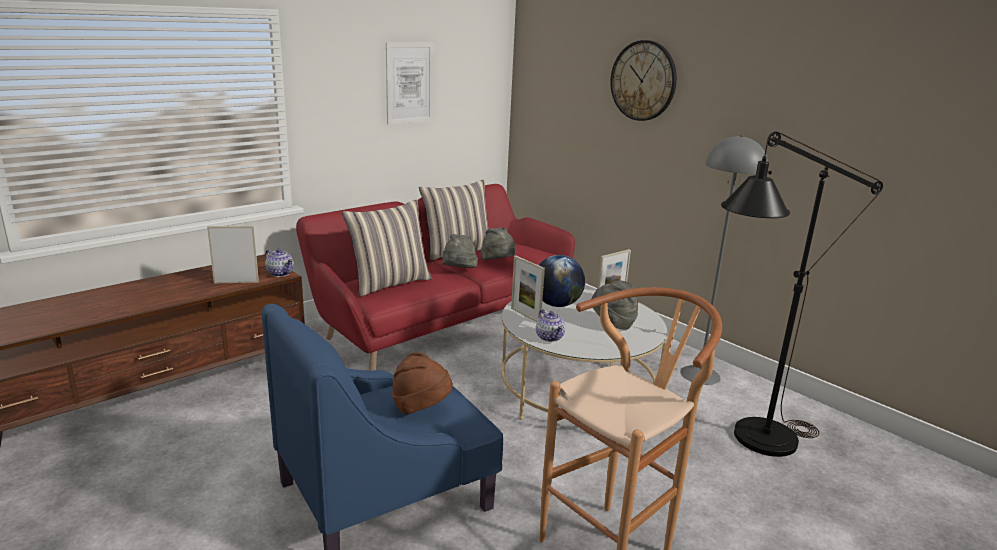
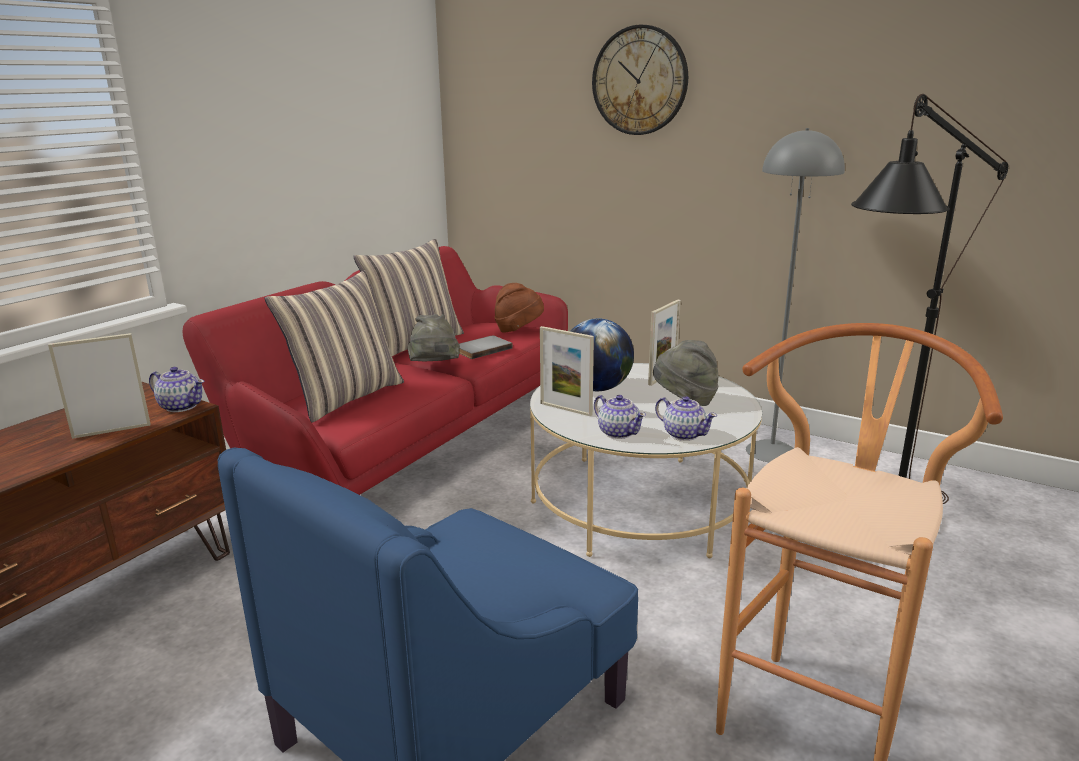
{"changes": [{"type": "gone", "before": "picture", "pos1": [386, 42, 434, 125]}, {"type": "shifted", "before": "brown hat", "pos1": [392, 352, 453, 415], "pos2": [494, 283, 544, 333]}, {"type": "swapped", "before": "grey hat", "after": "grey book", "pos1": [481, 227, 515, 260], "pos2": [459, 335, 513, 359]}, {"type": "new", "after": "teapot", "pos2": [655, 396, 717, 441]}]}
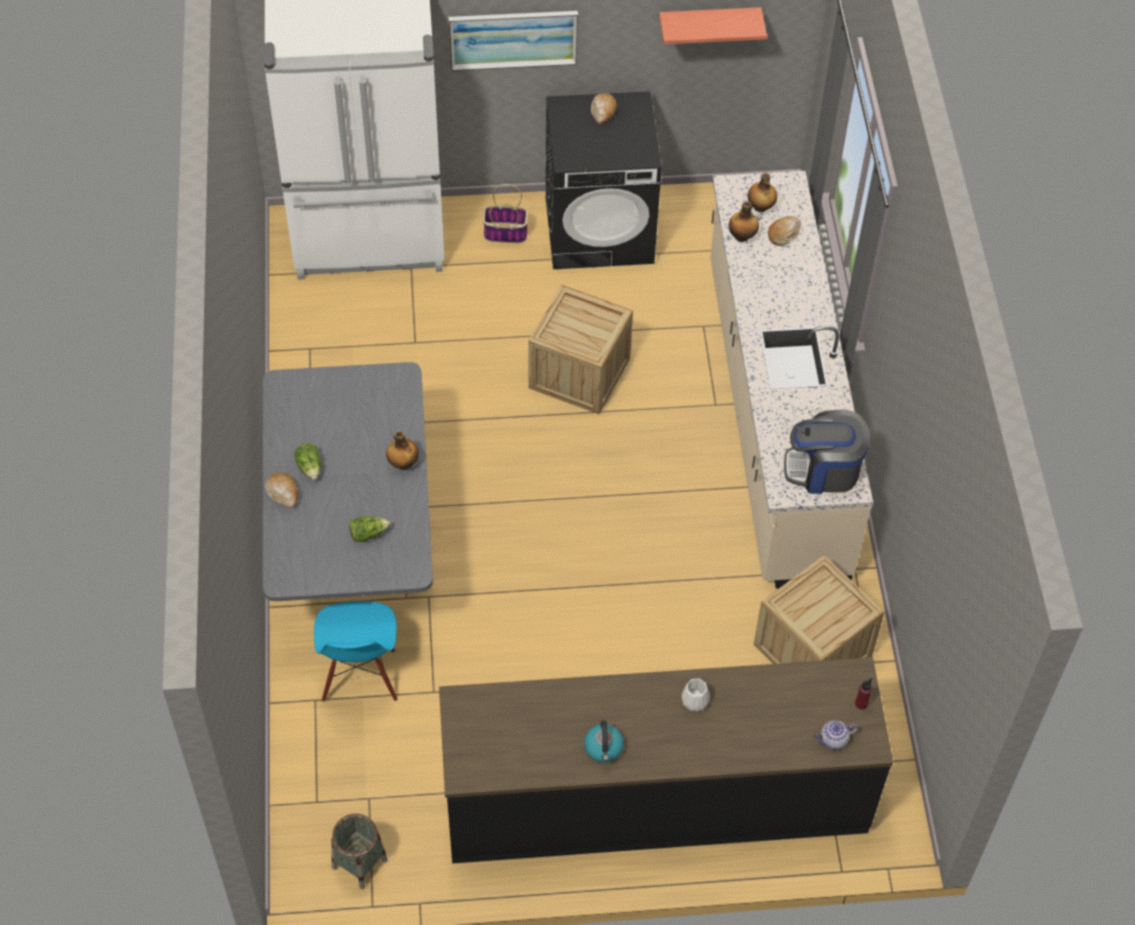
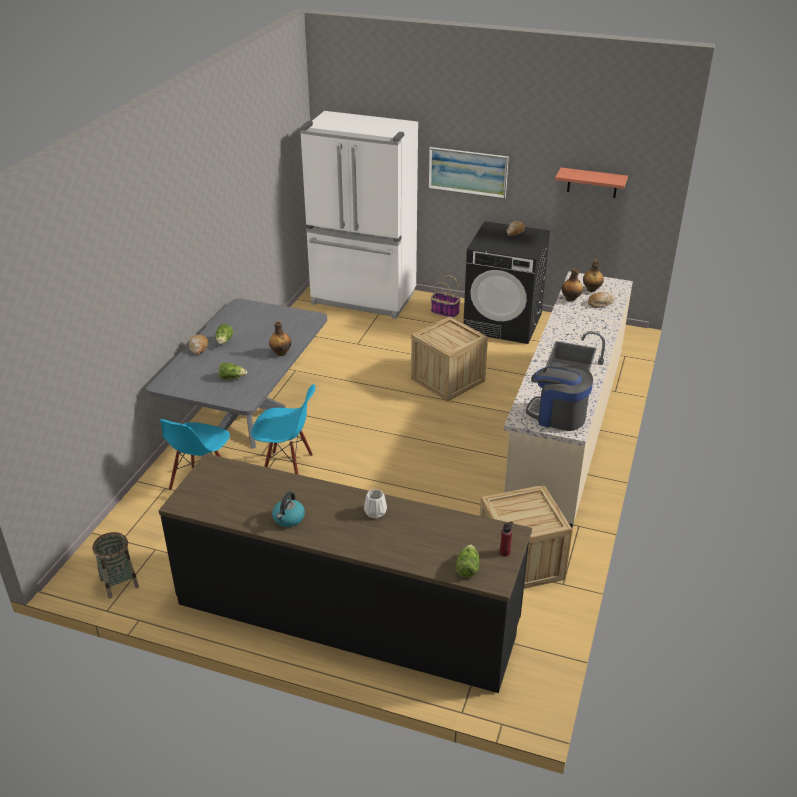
{"changes": [{"type": "swapped", "before": "teapot", "after": "lettuce", "pos1": [814, 720, 858, 750], "pos2": [456, 545, 480, 578]}, {"type": "new", "after": "blue chair", "pos2": [251, 384, 315, 475]}]}
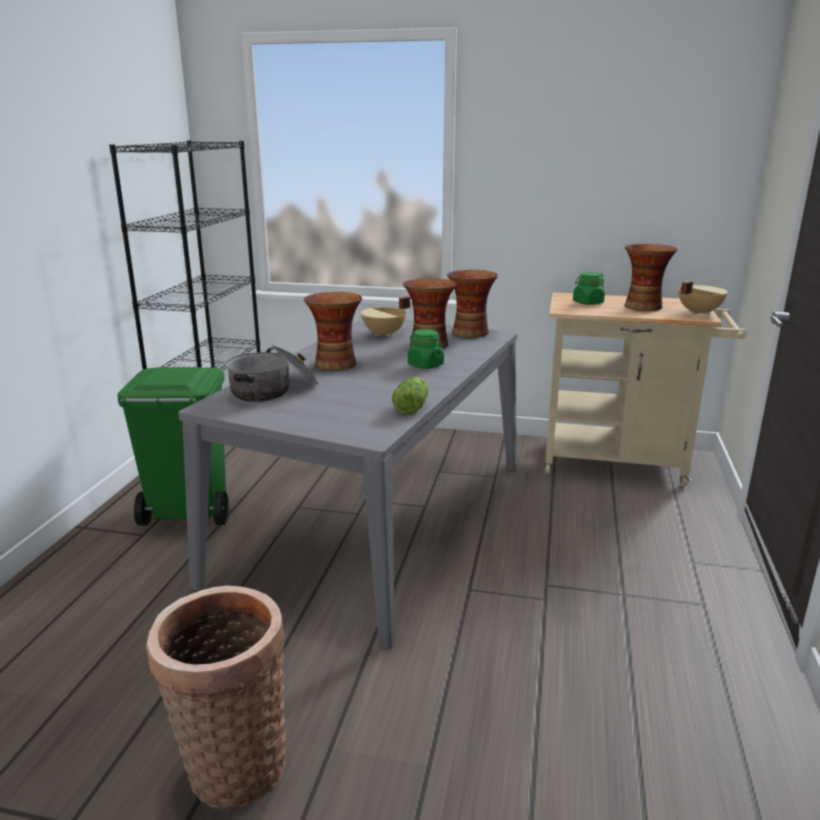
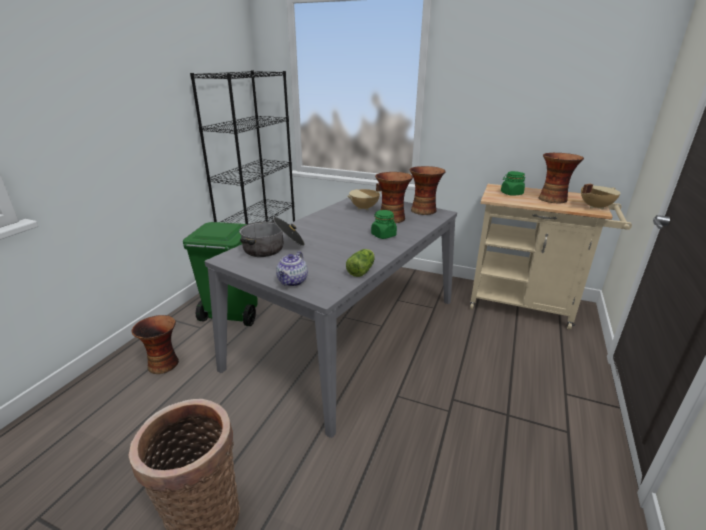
{"changes": [{"type": "shifted", "before": "vase", "pos1": [304, 292, 362, 371], "pos2": [132, 315, 179, 374]}, {"type": "new", "after": "teapot", "pos2": [276, 251, 308, 286]}]}
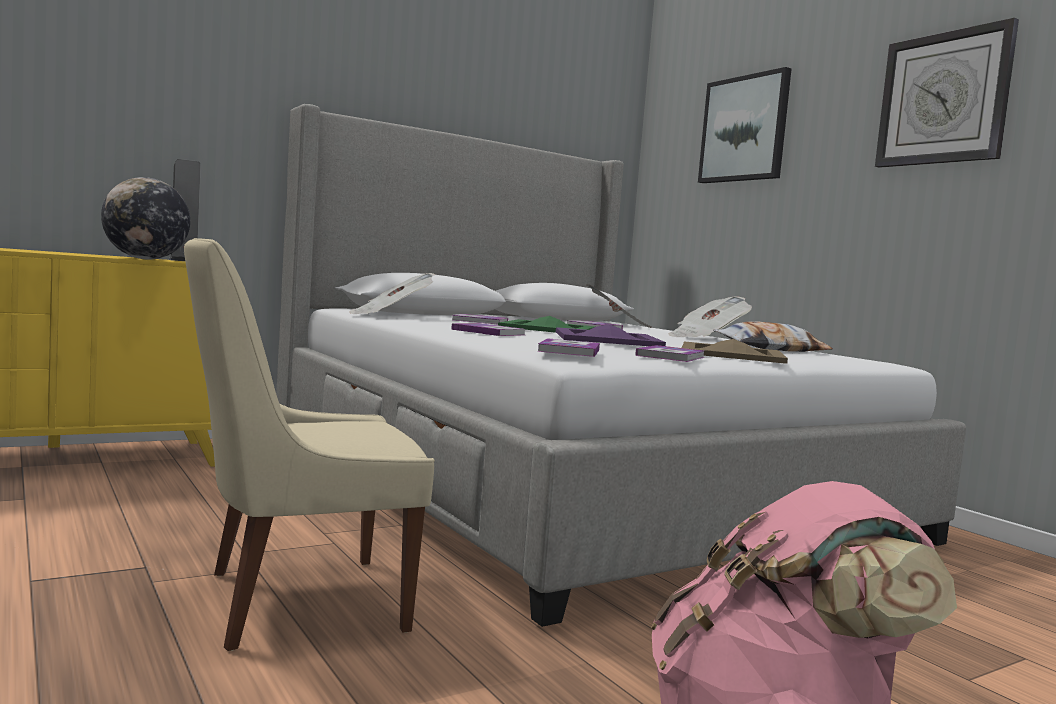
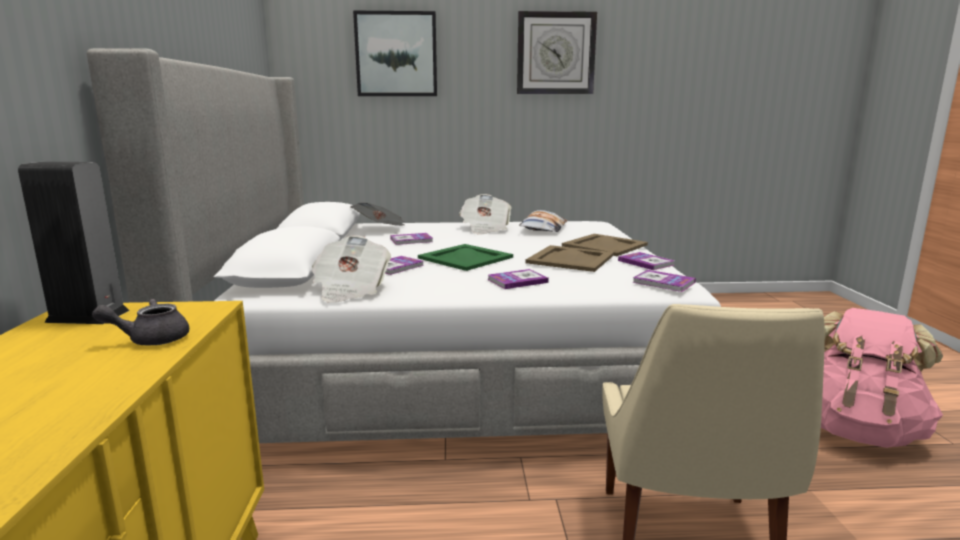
{"changes": [{"type": "swapped", "before": "globe", "after": "grey teapot", "pos1": [101, 177, 190, 259], "pos2": [92, 299, 189, 345]}, {"type": "repainted", "before": "purple tray", "after": "beige tray", "pos1": [556, 324, 666, 346], "pos2": [525, 245, 614, 272]}]}
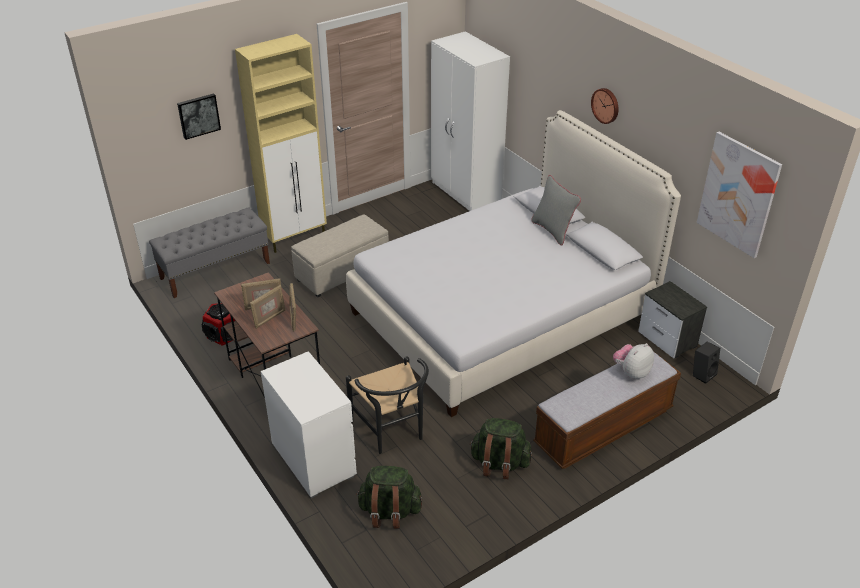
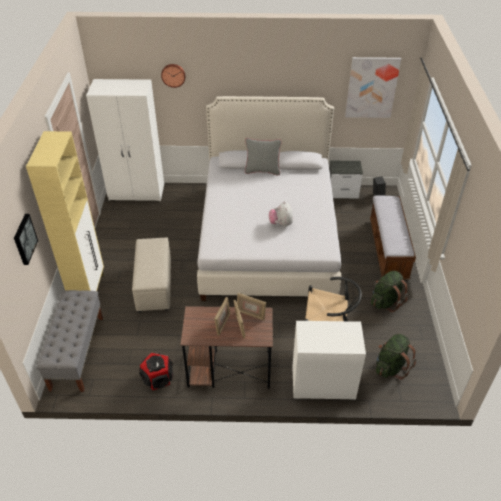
{"changes": [{"type": "shifted", "before": "wall clock", "pos1": [591, 88, 619, 124], "pos2": [161, 64, 186, 88]}, {"type": "shifted", "before": "plush toy", "pos1": [613, 343, 654, 379], "pos2": [269, 201, 293, 227]}]}
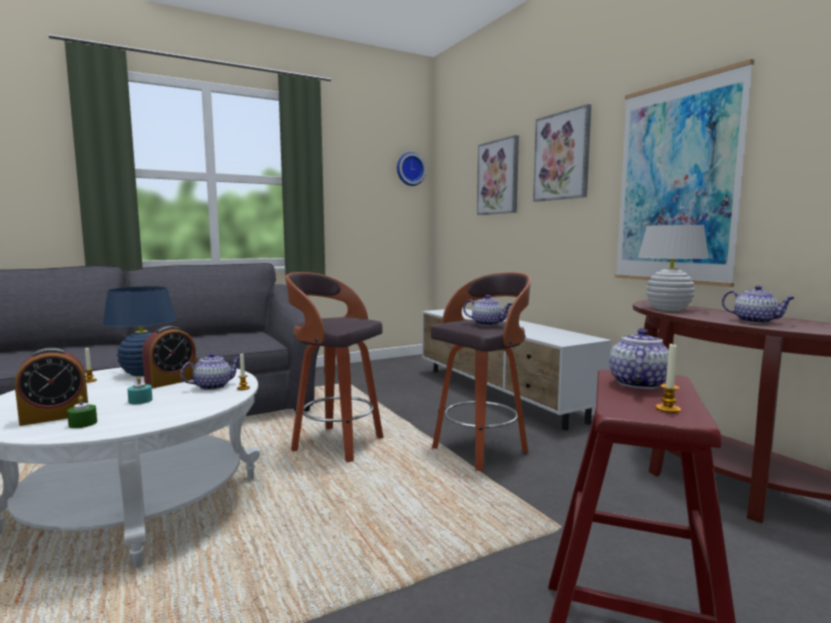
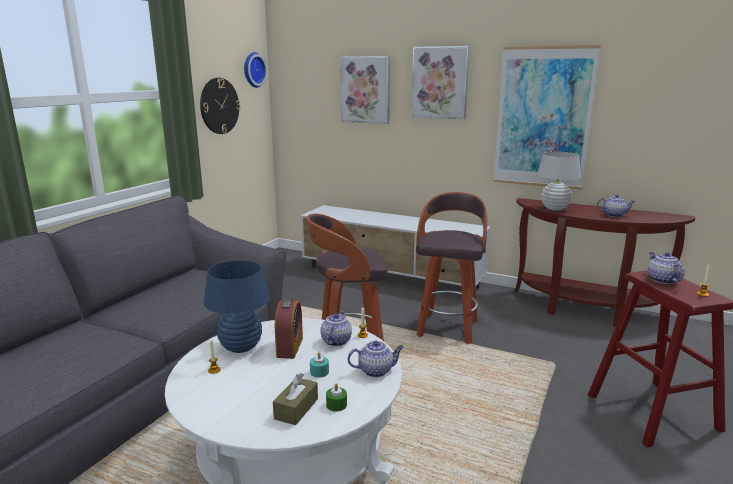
{"changes": [{"type": "swapped", "before": "alarm clock", "after": "brown tissue box", "pos1": [15, 347, 88, 426], "pos2": [273, 373, 318, 425]}, {"type": "shifted", "before": "teapot", "pos1": [463, 295, 512, 326], "pos2": [348, 341, 404, 377]}, {"type": "new", "after": "wall clock", "pos2": [200, 78, 240, 134]}]}
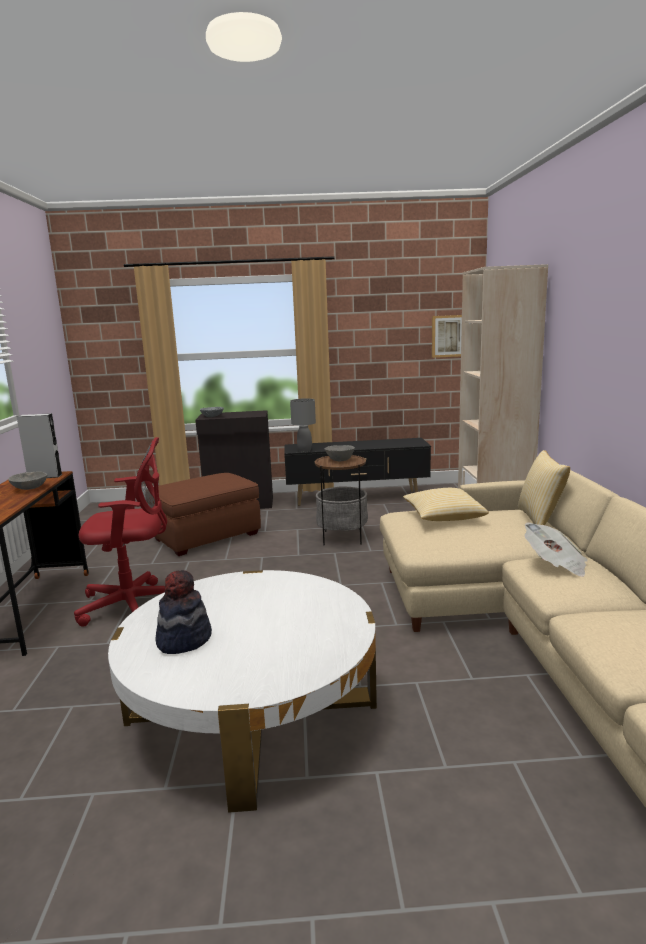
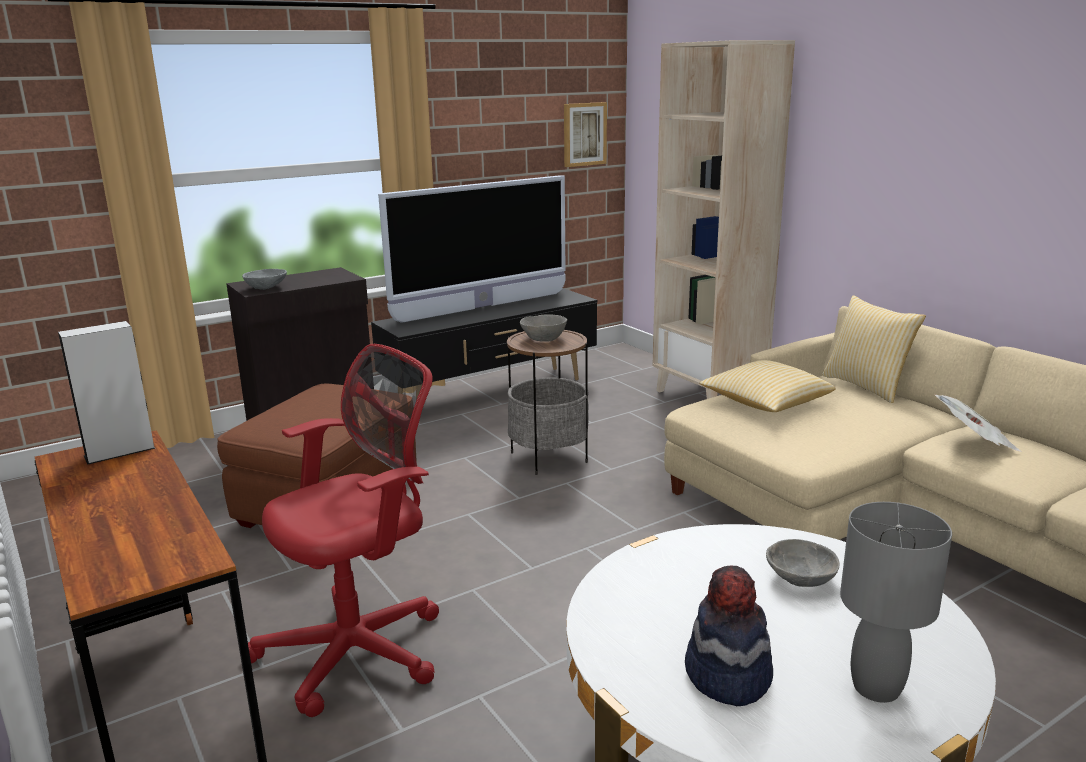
{"changes": [{"type": "shifted", "before": "grey bowl", "pos1": [8, 471, 47, 490], "pos2": [766, 539, 839, 587]}, {"type": "shifted", "before": "grey table lamp", "pos1": [290, 398, 316, 452], "pos2": [840, 502, 952, 703]}, {"type": "new", "after": "television", "pos2": [378, 175, 566, 323]}]}
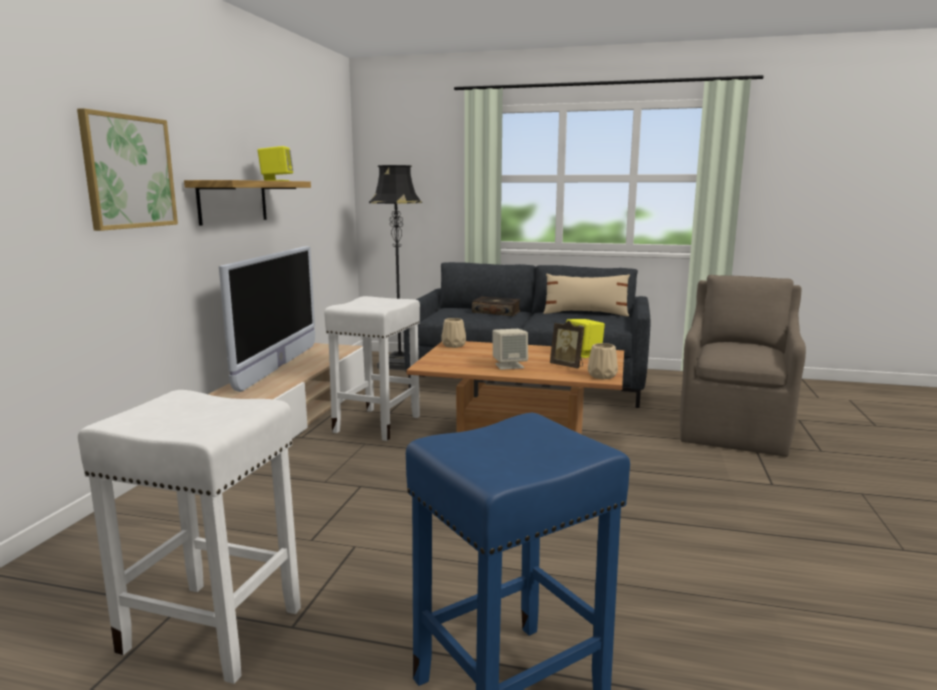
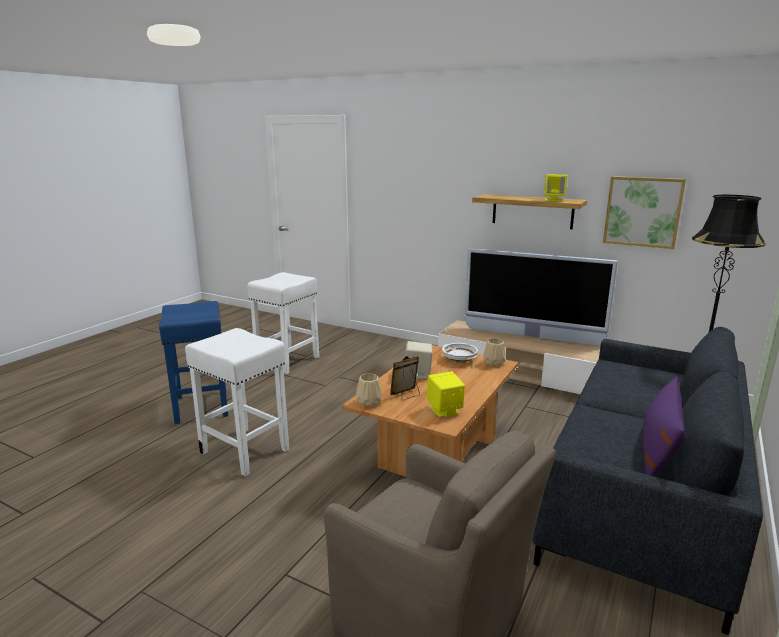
{"changes": [{"type": "shifted", "before": "picture", "pos1": [77, 108, 178, 231], "pos2": [603, 176, 686, 249]}, {"type": "shifted", "before": "white stool", "pos1": [324, 296, 420, 441], "pos2": [185, 328, 289, 477]}, {"type": "gone", "before": "book", "pos1": [472, 296, 520, 316]}, {"type": "repainted", "before": "beige pillow", "after": "purple pillow", "pos1": [543, 274, 630, 317], "pos2": [643, 376, 685, 476]}, {"type": "new", "after": "white bowl", "pos2": [442, 343, 478, 363]}]}
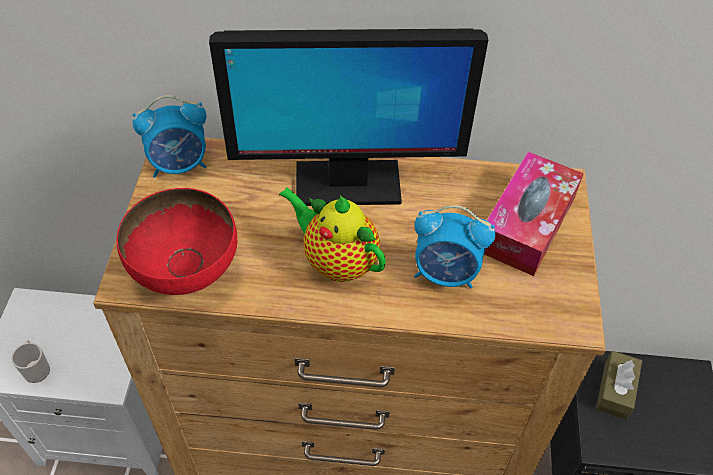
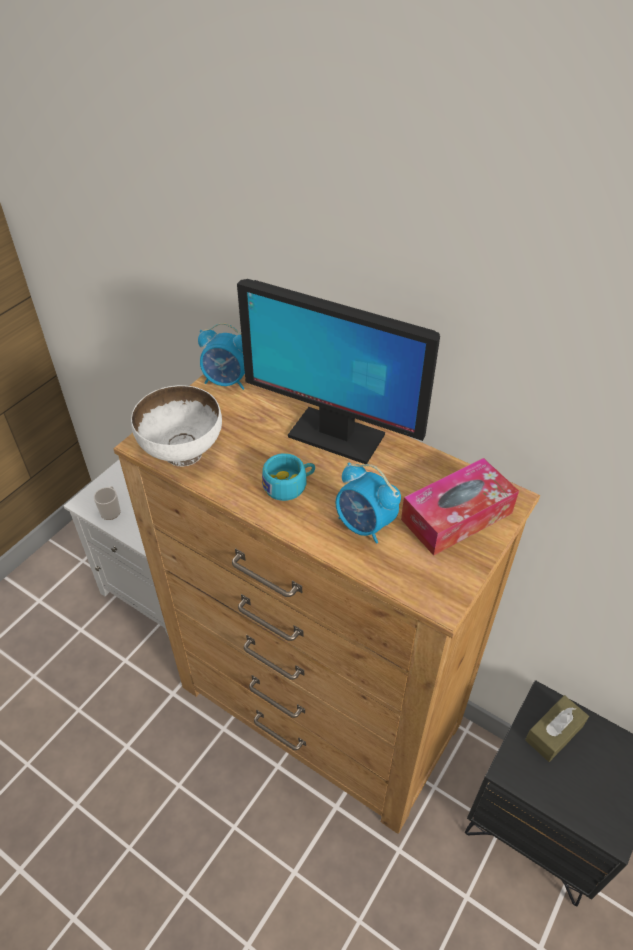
{"changes": [{"type": "repainted", "before": "red bowl", "after": "white bowl", "pos1": [117, 188, 237, 295], "pos2": [131, 385, 222, 467]}, {"type": "swapped", "before": "teapot", "after": "turquoise cup", "pos1": [279, 187, 386, 282], "pos2": [262, 453, 315, 501]}]}
